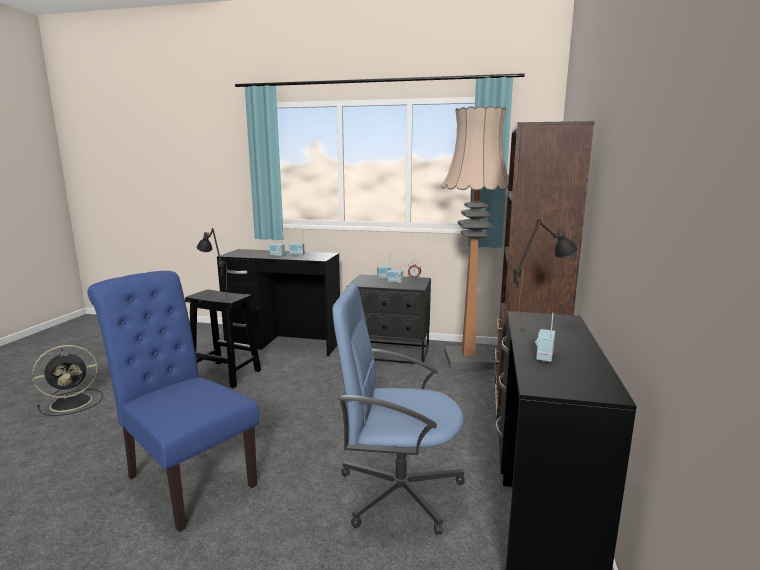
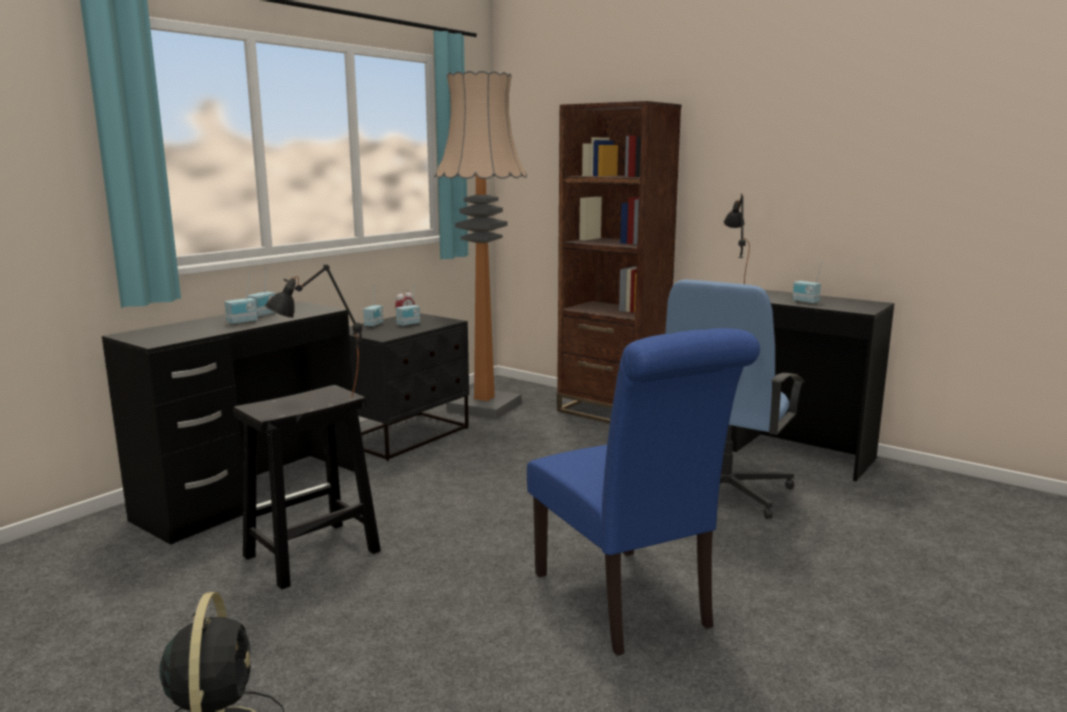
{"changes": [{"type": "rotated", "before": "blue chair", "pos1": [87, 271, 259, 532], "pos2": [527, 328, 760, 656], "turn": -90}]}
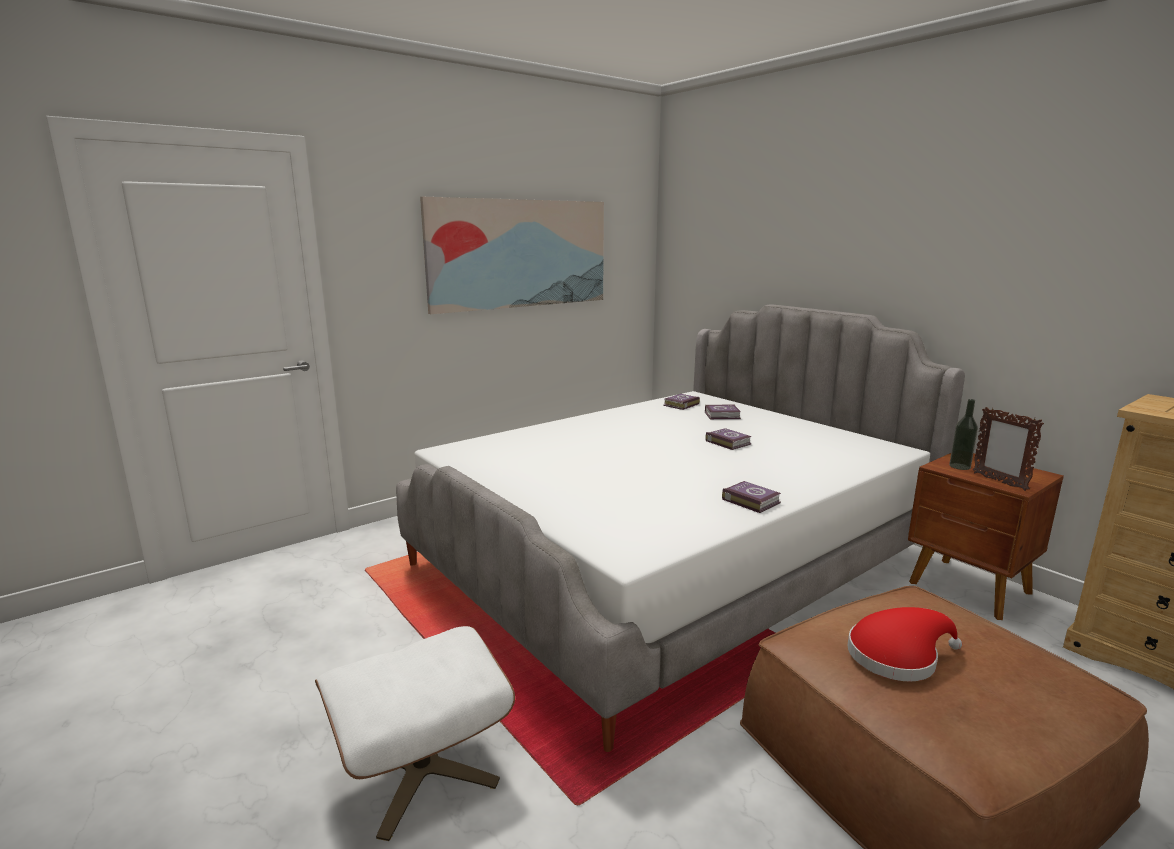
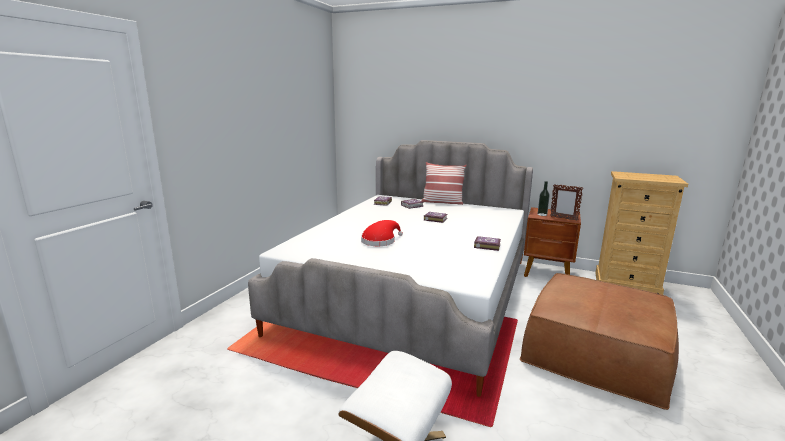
{"changes": [{"type": "gone", "before": "picture", "pos1": [420, 197, 604, 314]}, {"type": "shifted", "before": "red hat", "pos1": [847, 607, 962, 682], "pos2": [361, 220, 403, 246]}, {"type": "new", "after": "pillow", "pos2": [422, 162, 467, 205]}]}
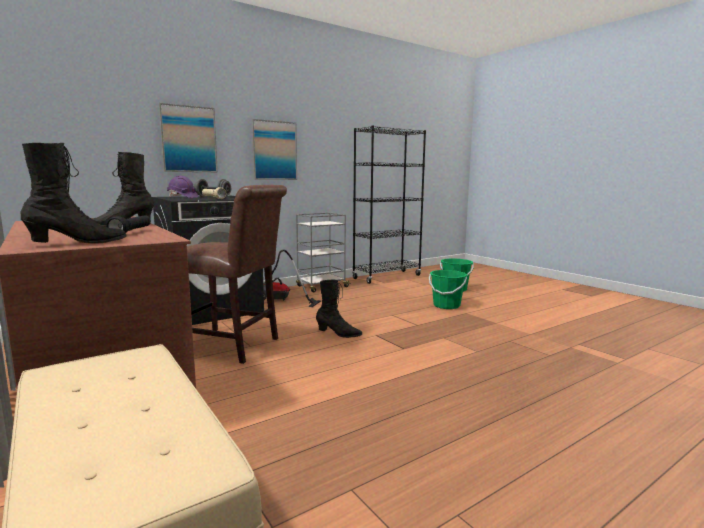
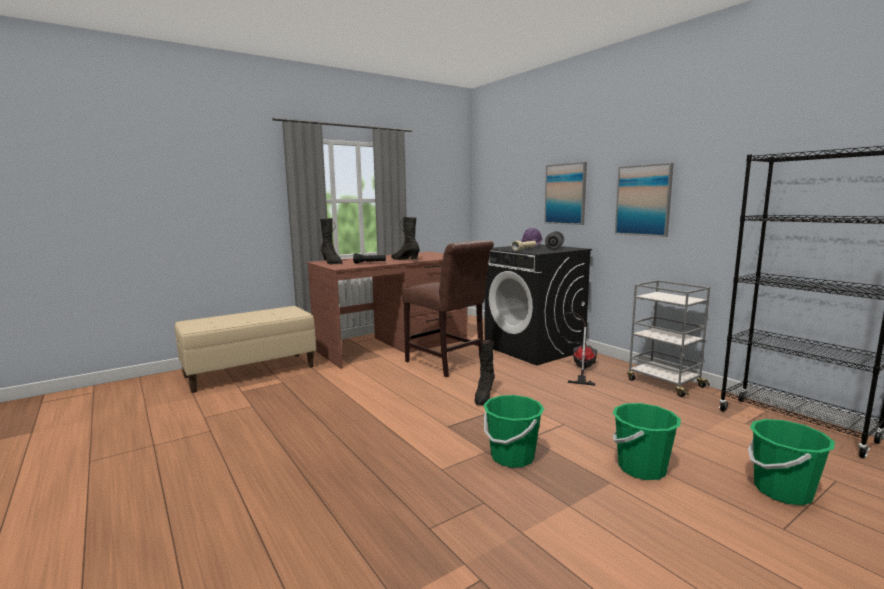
{"changes": [{"type": "rotated", "before": "brown chair", "pos1": [187, 185, 287, 364], "pos2": [402, 240, 494, 377], "turn": -60}, {"type": "new", "after": "green bucket", "pos2": [483, 395, 544, 468]}]}
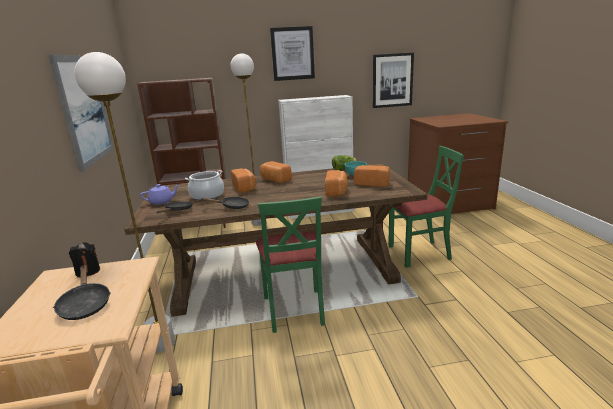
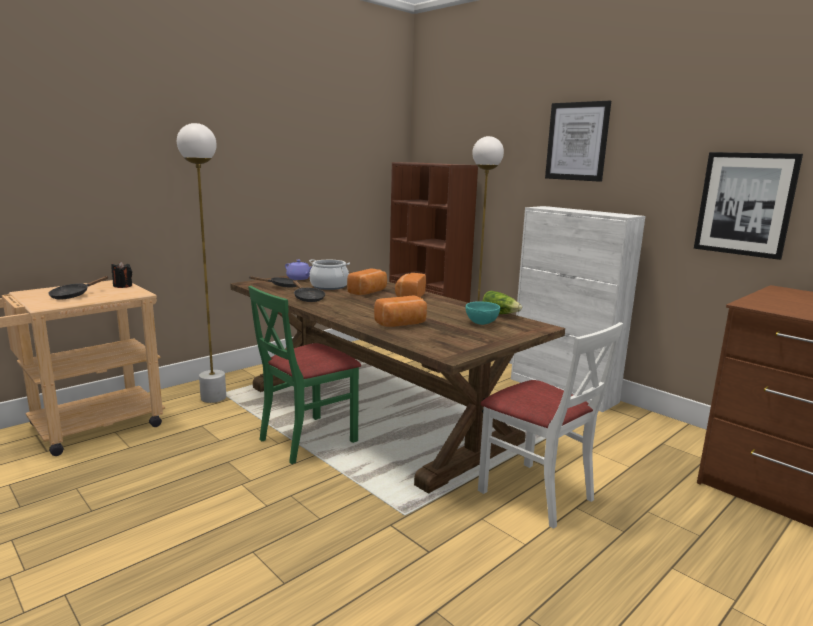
{"changes": [{"type": "gone", "before": "picture", "pos1": [49, 54, 114, 172]}, {"type": "gone", "before": "bread", "pos1": [354, 165, 390, 187]}, {"type": "repainted", "before": "green chair", "after": "white chair", "pos1": [388, 146, 464, 268], "pos2": [478, 322, 623, 529]}]}
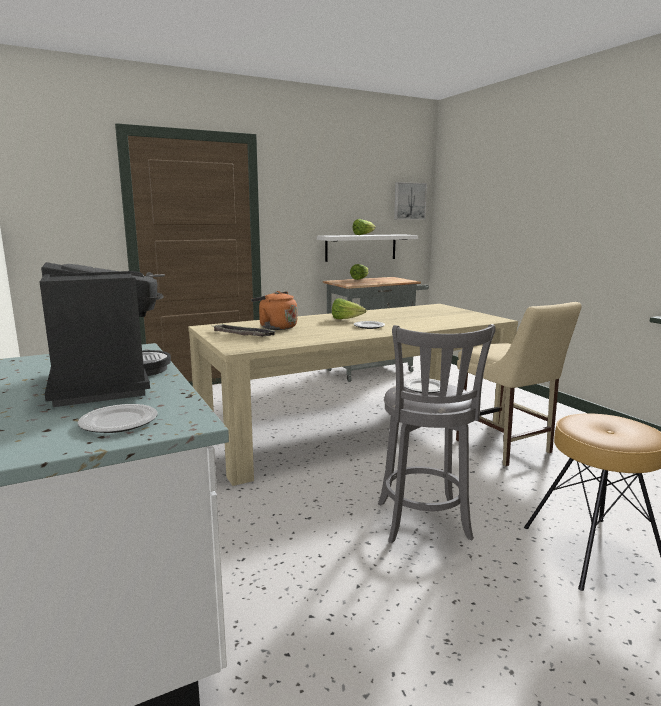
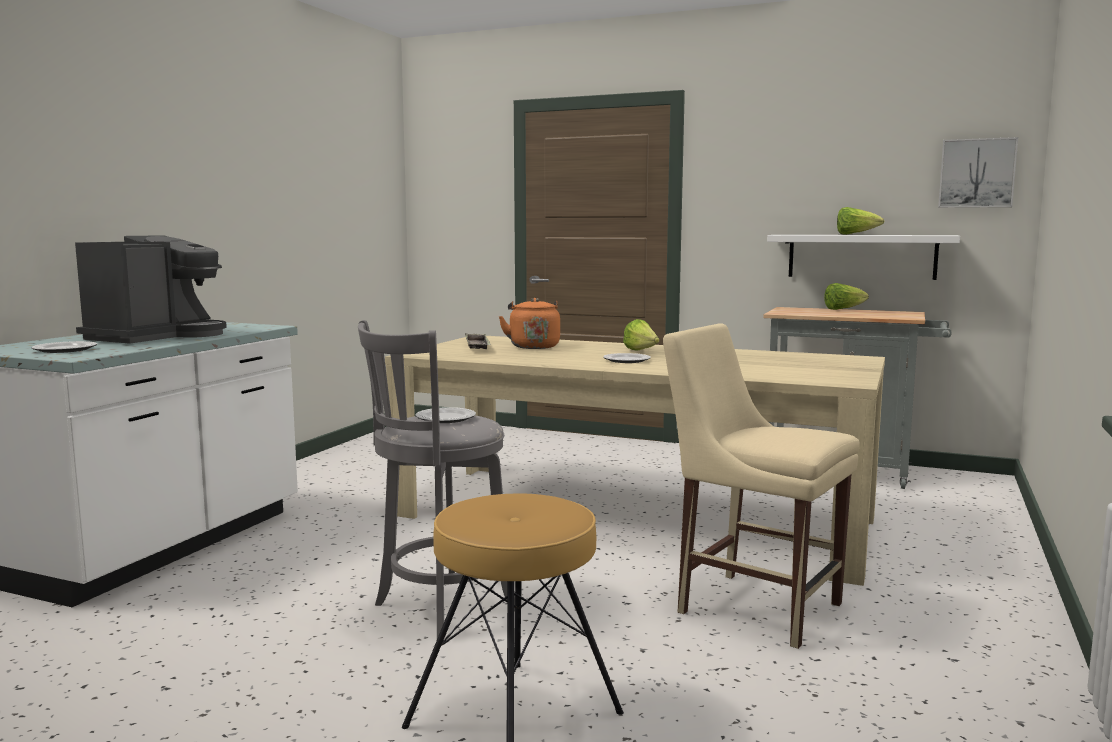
{"changes": [{"type": "rotated", "before": "beige chair", "pos1": [456, 302, 582, 466], "pos2": [663, 323, 860, 649], "turn": 105}]}
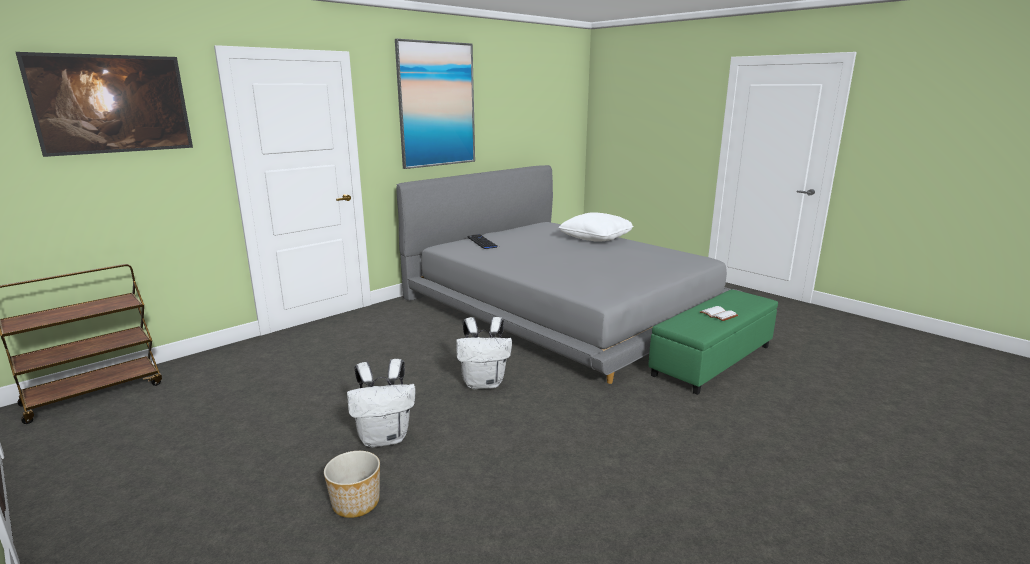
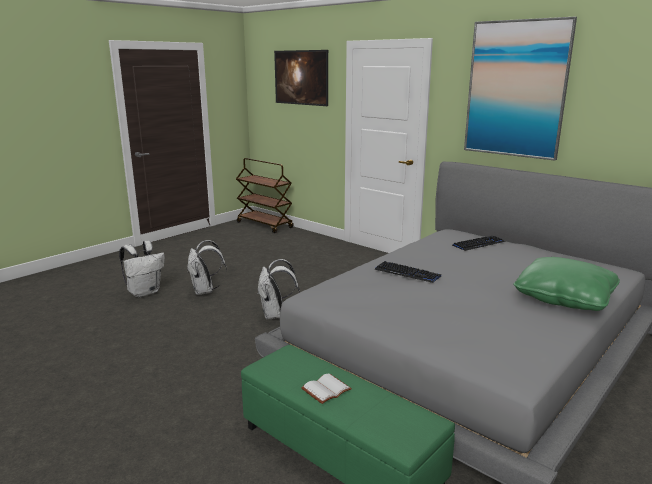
{"changes": [{"type": "swapped", "before": "planter", "after": "white backpack", "pos1": [324, 451, 380, 518], "pos2": [119, 241, 165, 297]}, {"type": "repainted", "before": "white pillow", "after": "green pillow", "pos1": [559, 212, 634, 242], "pos2": [513, 257, 620, 311]}, {"type": "new", "after": "keyboard", "pos2": [374, 261, 441, 283]}]}
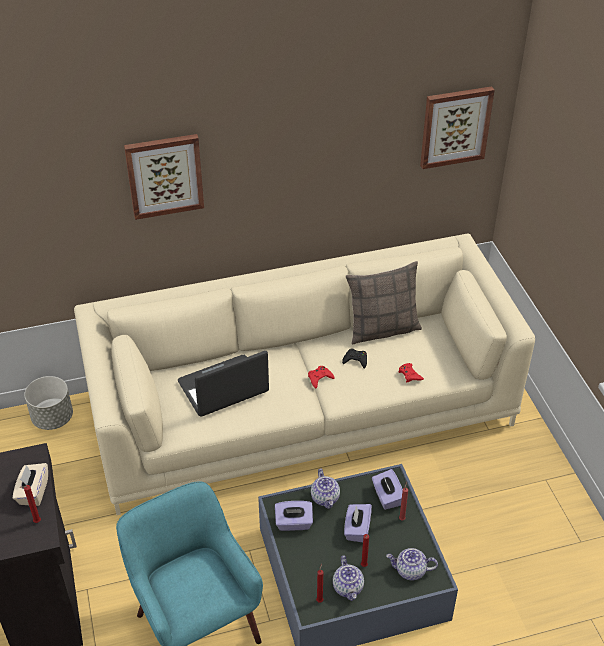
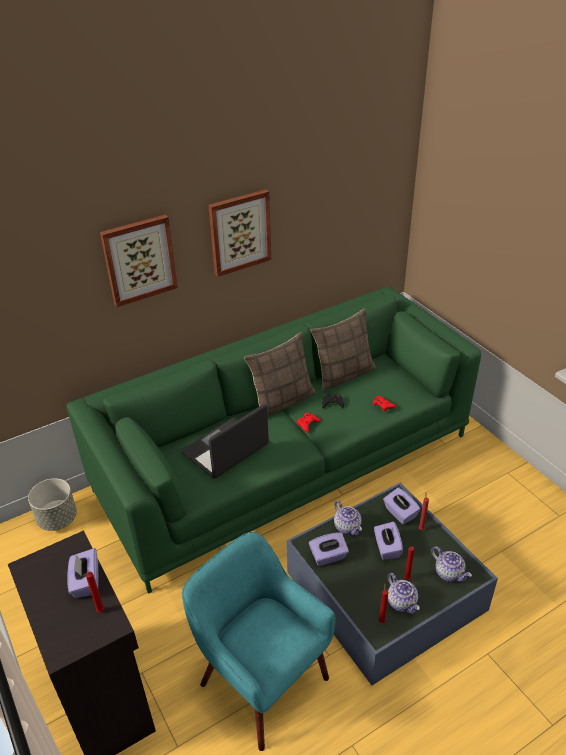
{"changes": [{"type": "repainted", "before": "beige tissue box", "after": "purple tissue box", "pos1": [13, 463, 48, 506], "pos2": [67, 548, 98, 598]}, {"type": "repainted", "before": "beige sofa", "after": "green sofa", "pos1": [74, 233, 535, 515], "pos2": [66, 286, 481, 594]}, {"type": "rotated", "before": "teapot", "pos1": [386, 548, 438, 580], "pos2": [431, 546, 472, 582], "turn": -120}, {"type": "shifted", "before": "picture", "pos1": [420, 86, 495, 169], "pos2": [208, 189, 271, 277]}, {"type": "new", "after": "pillow", "pos2": [244, 332, 316, 416]}]}
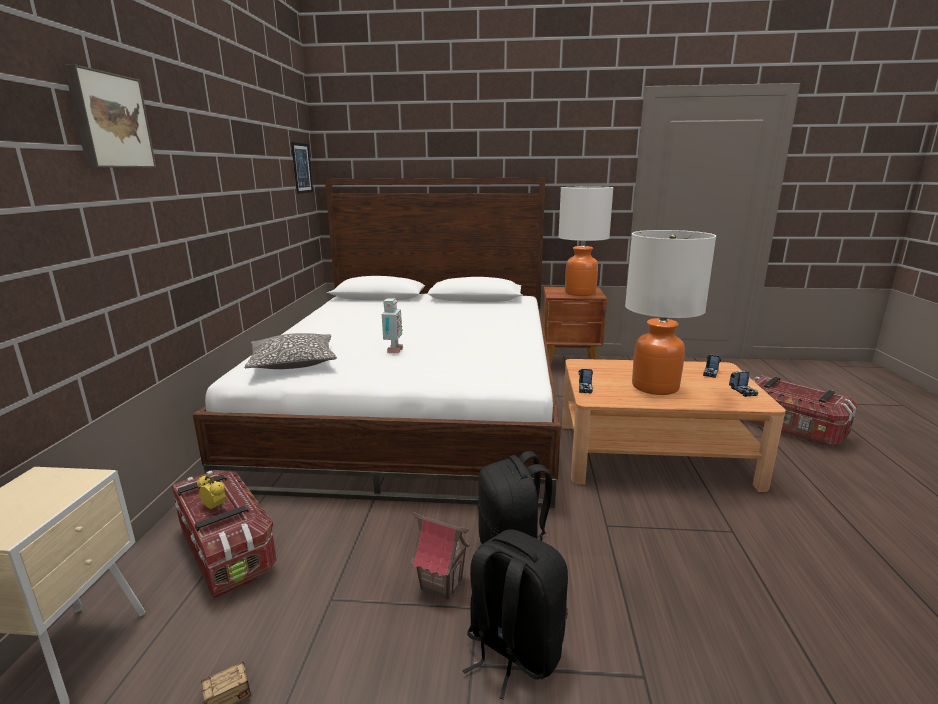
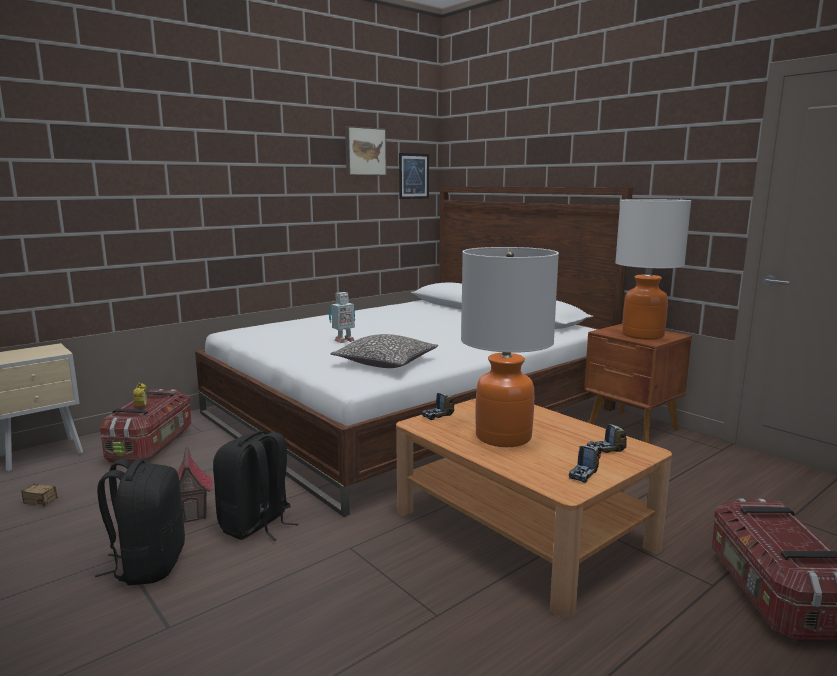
{"changes": [{"type": "shifted", "before": "picture", "pos1": [64, 64, 156, 168], "pos2": [345, 126, 387, 175]}, {"type": "shifted", "before": "pillow", "pos1": [245, 333, 337, 369], "pos2": [331, 334, 438, 368]}]}
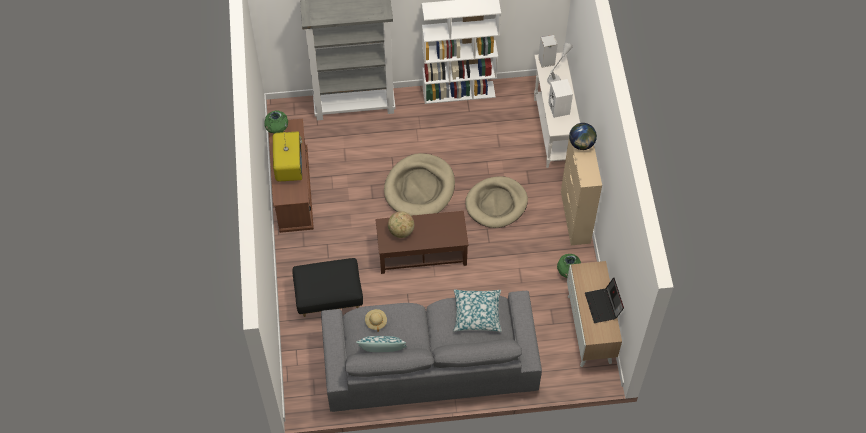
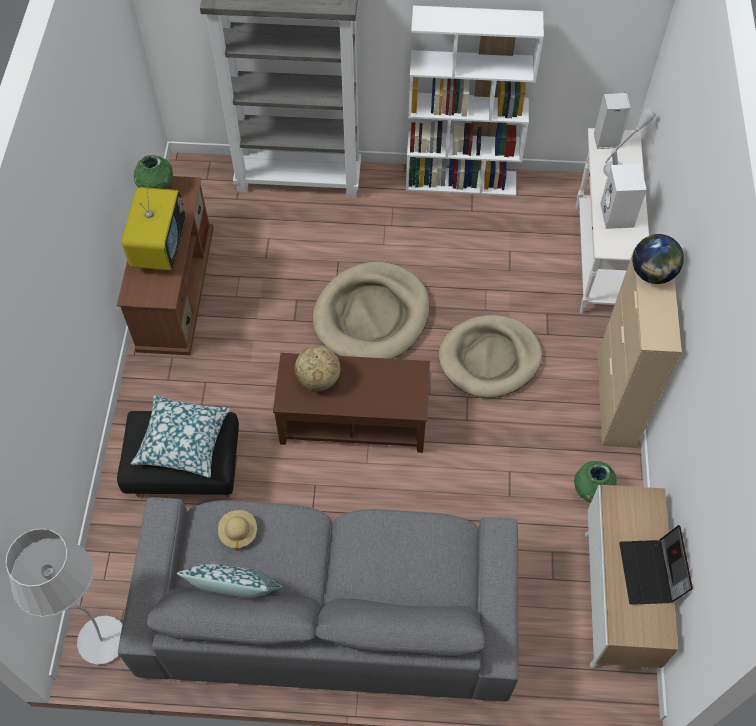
{"changes": [{"type": "shifted", "before": "pillow", "pos1": [453, 289, 502, 332], "pos2": [131, 395, 231, 478]}, {"type": "new", "after": "white floor lamp", "pos2": [5, 528, 123, 665]}]}
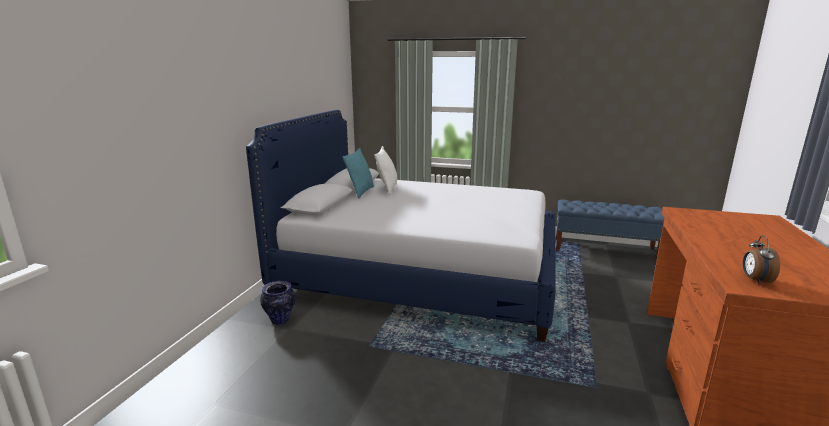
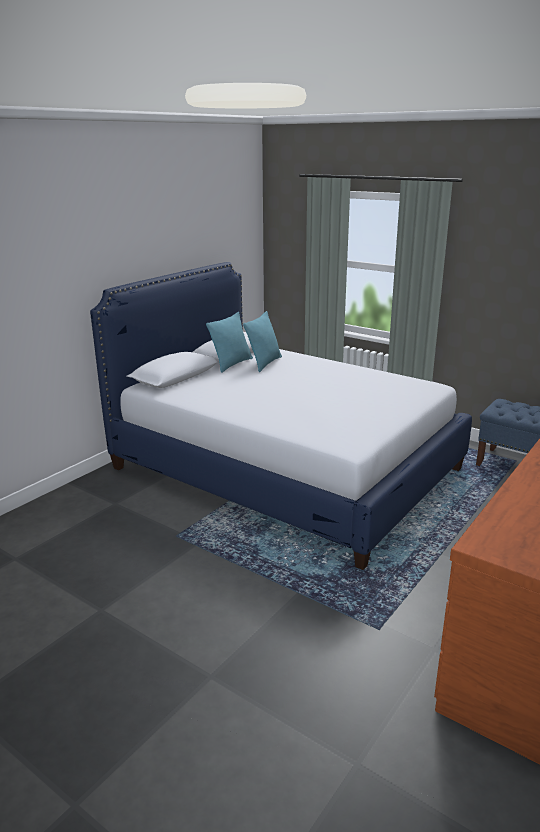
{"changes": [{"type": "gone", "before": "vase", "pos1": [260, 281, 295, 325]}, {"type": "repainted", "before": "white pillow", "after": "turquoise pillow", "pos1": [374, 146, 397, 195], "pos2": [243, 311, 282, 372]}, {"type": "gone", "before": "alarm clock", "pos1": [743, 235, 780, 284]}]}
